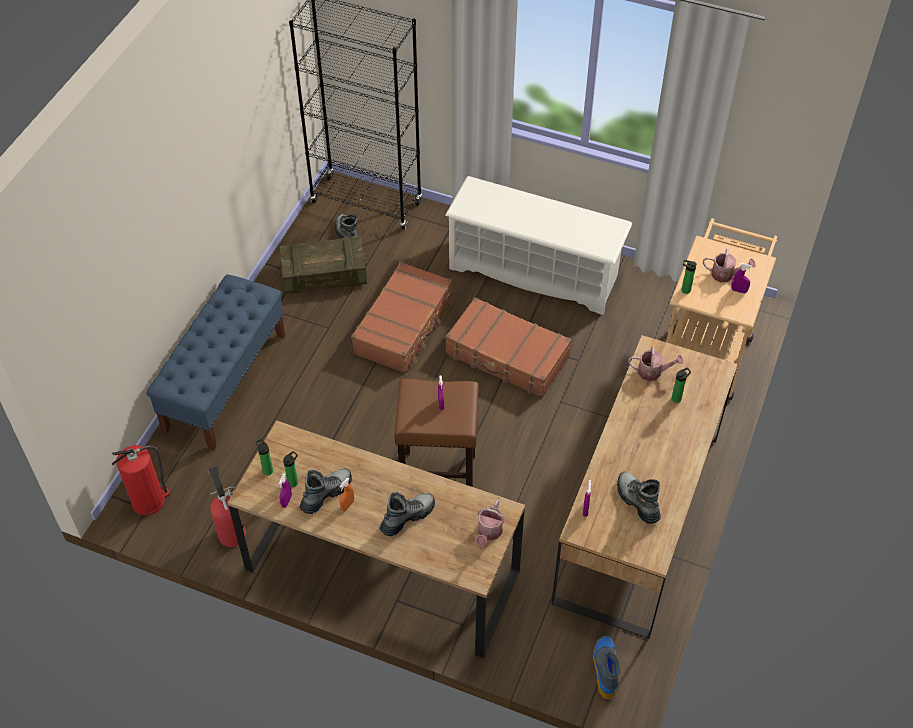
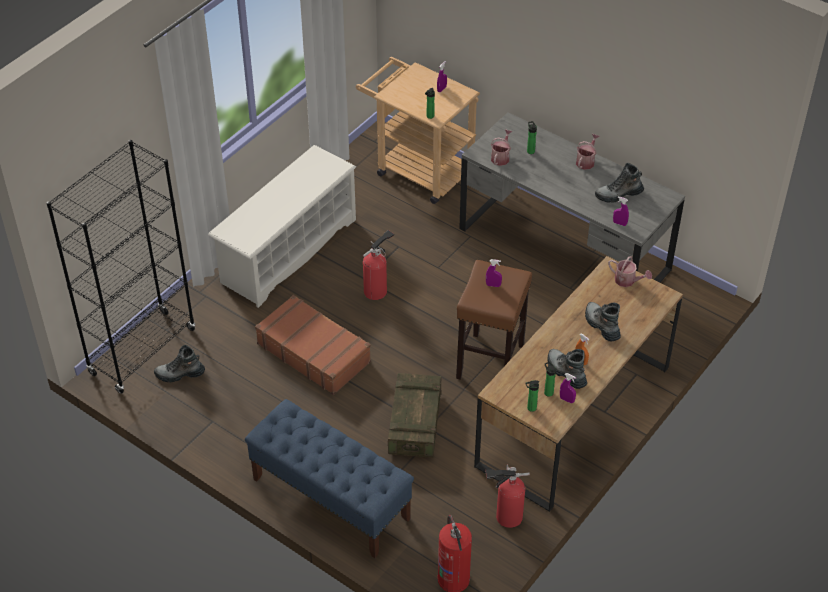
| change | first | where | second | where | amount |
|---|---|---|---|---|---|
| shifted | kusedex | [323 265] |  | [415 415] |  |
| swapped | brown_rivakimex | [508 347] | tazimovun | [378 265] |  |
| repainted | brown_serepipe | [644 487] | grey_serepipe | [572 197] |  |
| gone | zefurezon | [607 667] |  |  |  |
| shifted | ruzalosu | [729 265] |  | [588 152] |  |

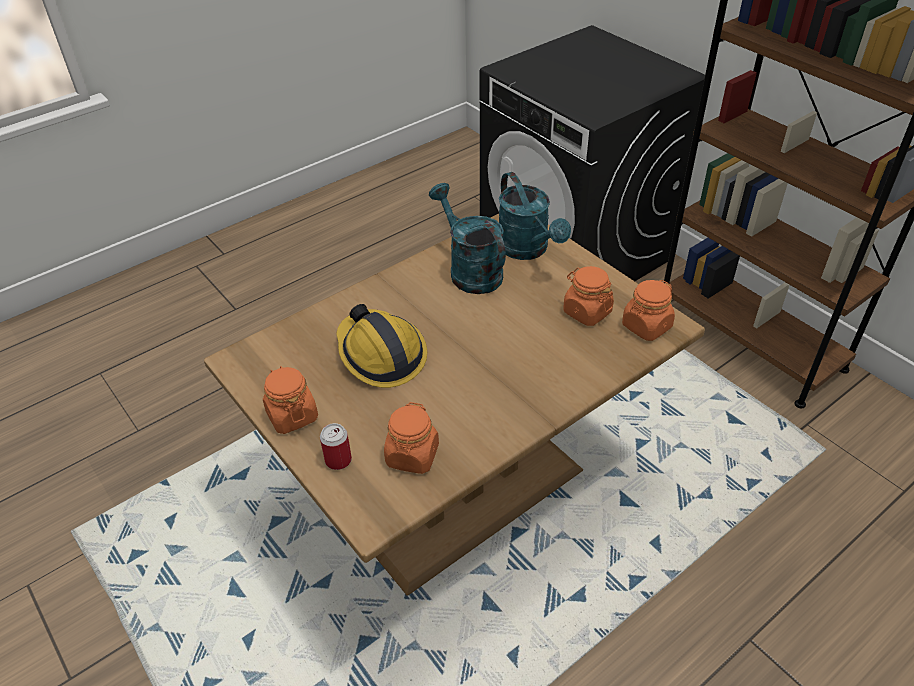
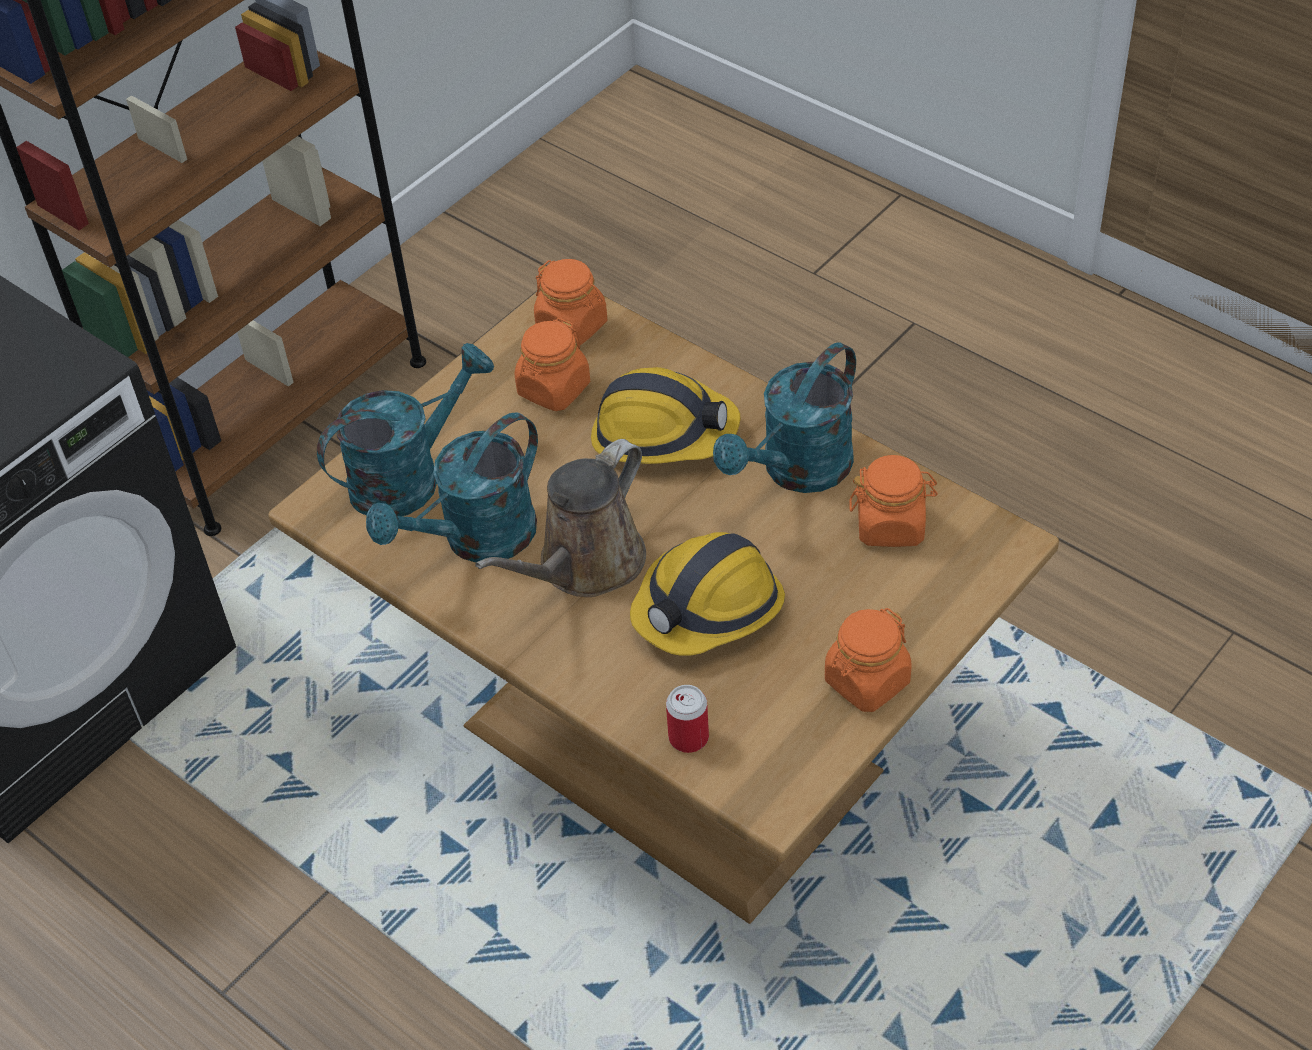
| change | first | where | second | where | amount |
|---|---|---|---|---|---|
| shifted | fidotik | [336 446] |  | [687 719] |  |
| new |  |  | brown_ruzalosu | [560 518] |  |
| new |  |  | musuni | [665 415] |  |
| new |  |  | turquoise_ruzalosu | [784 417] |  |

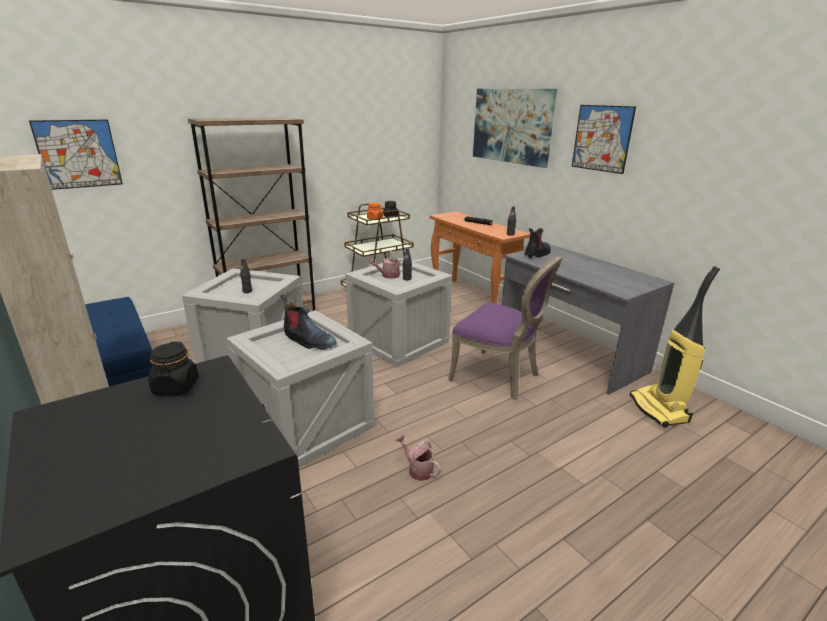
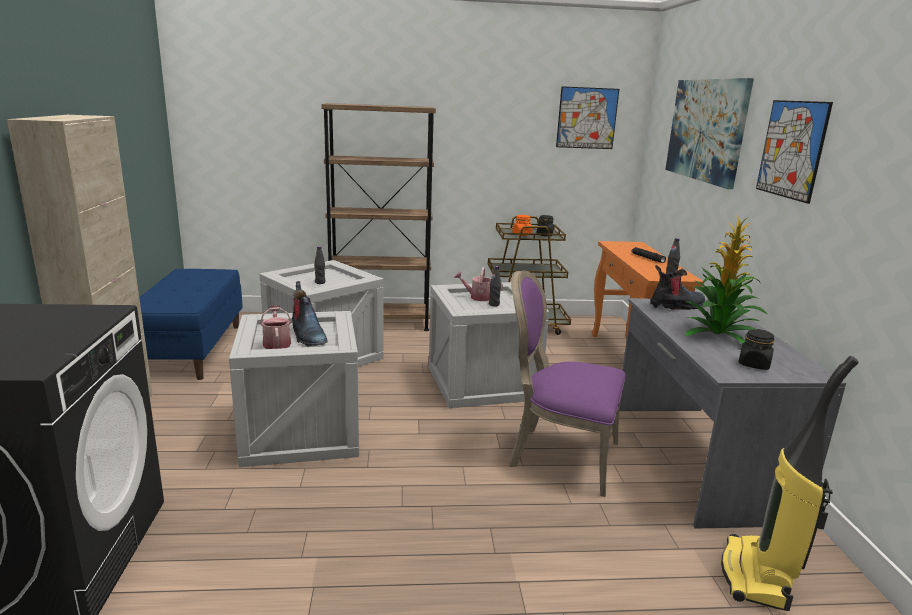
| change | first | where | second | where | amount |
|---|---|---|---|---|---|
| shifted | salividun | [76 155] |  | [587 117] |  |
| shifted | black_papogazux | [173 368] |  | [756 349] |  |
| shifted | ruzalosu | [418 458] |  | [275 327] |  |
| rotated | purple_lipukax | [505 327] |  | [567 383] | 135 degrees clockwise |
| new |  |  | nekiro | [726 279] |  |

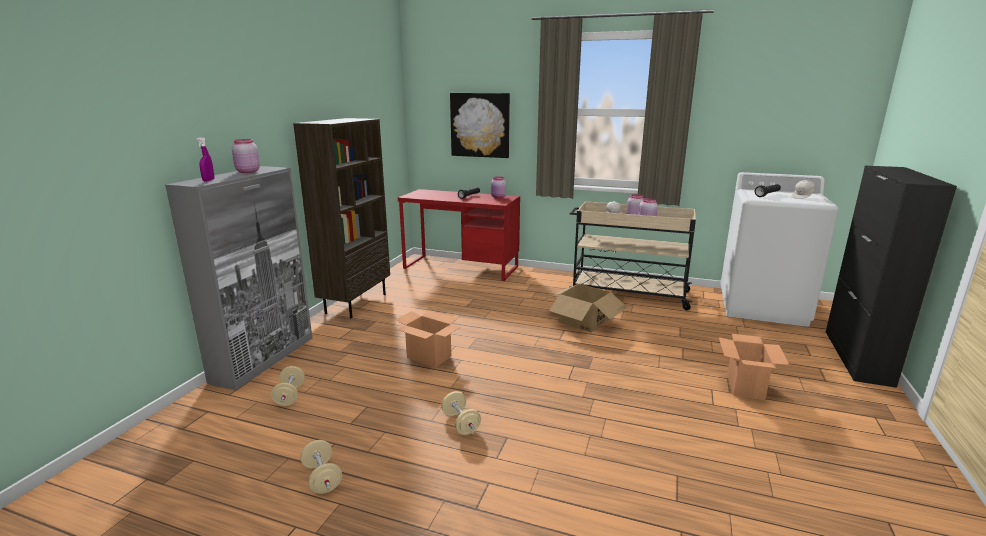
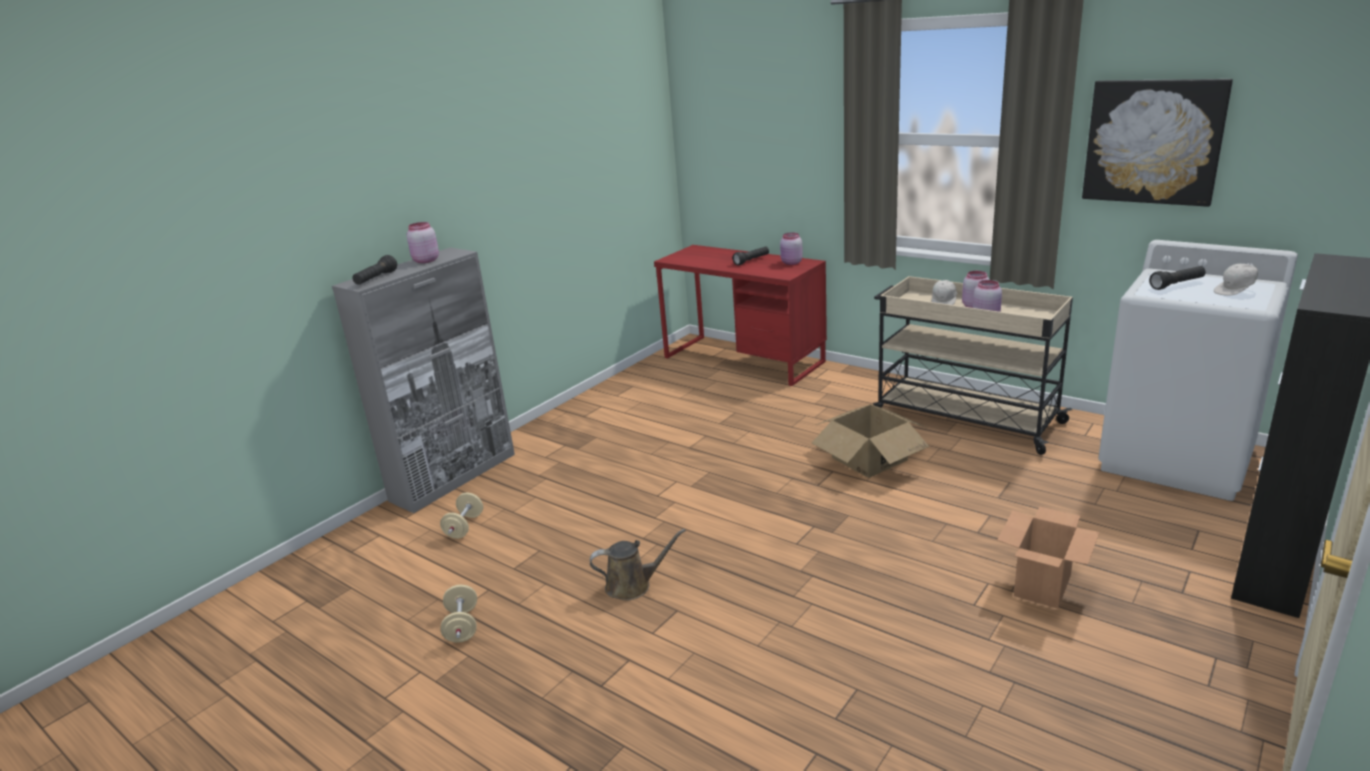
| change | first | where | second | where | amount |
|---|---|---|---|---|---|
| swapped | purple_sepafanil | [206 159] | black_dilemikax | [374 270] |  |
| gone | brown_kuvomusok | [341 218] |  |  |  |
| gone | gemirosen | [428 339] |  |  |  |
| swapped | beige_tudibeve | [461 413] | brown_ruzalosu | [638 564] |  |
| shifted | salividun | [480 125] |  | [1157 143] |  |

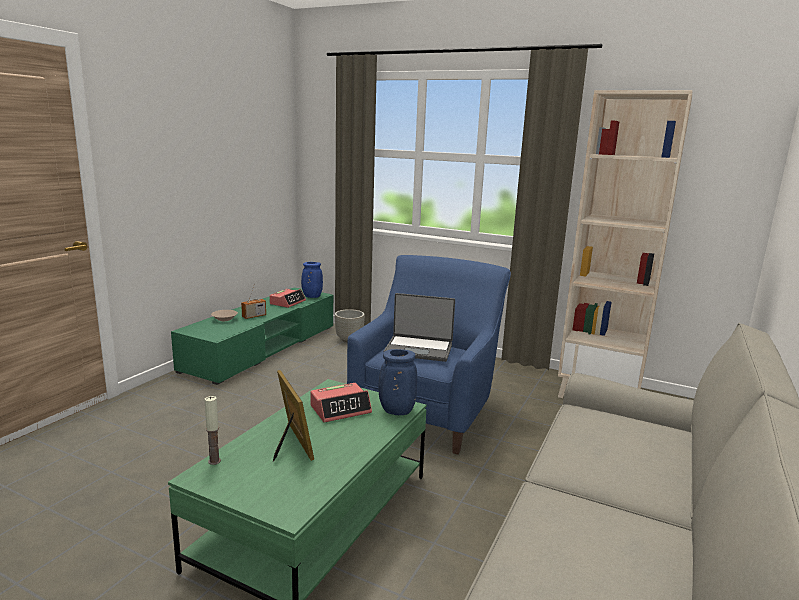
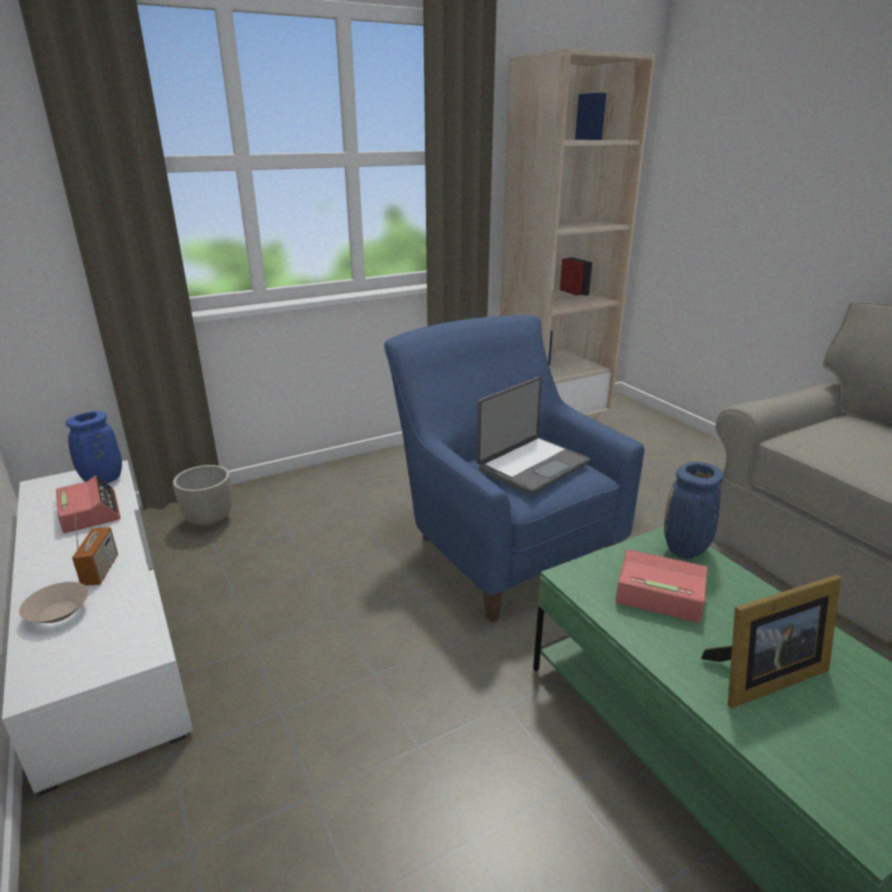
| change | first | where | second | where | amount |
|---|---|---|---|---|---|
| repainted | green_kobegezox | [252 336] | white_kobegezox | [97 628] |  |
| gone | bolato | [213 430] |  |  |  |
| rotated | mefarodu | [293 416] |  | [771 641] | 150 degrees clockwise |
| rotated | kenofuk | [341 403] |  | [661 586] | 75 degrees counterclockwise |

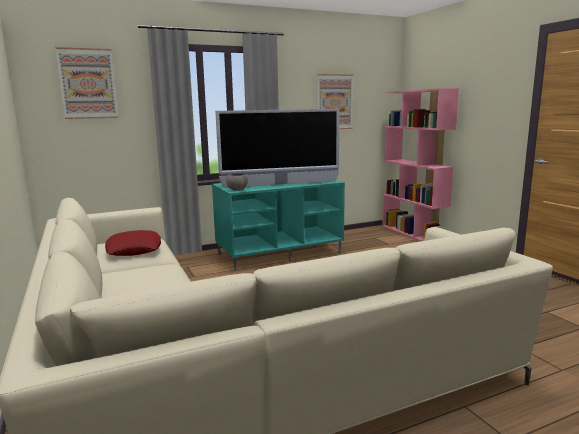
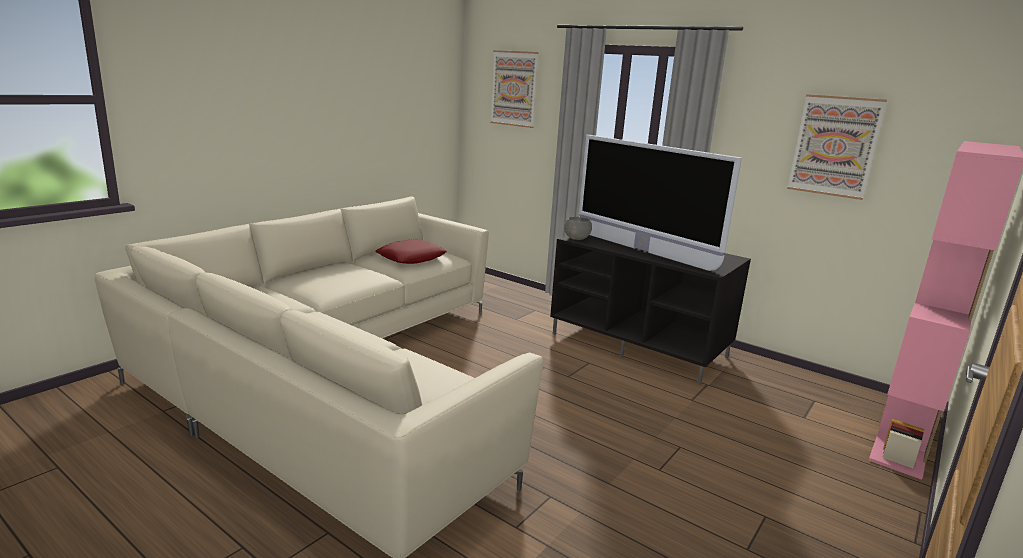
| change | first | where | second | where | amount |
|---|---|---|---|---|---|
| repainted | turquoise_kobegezox | [278 225] | black_kobegezox | [650 310] |  |

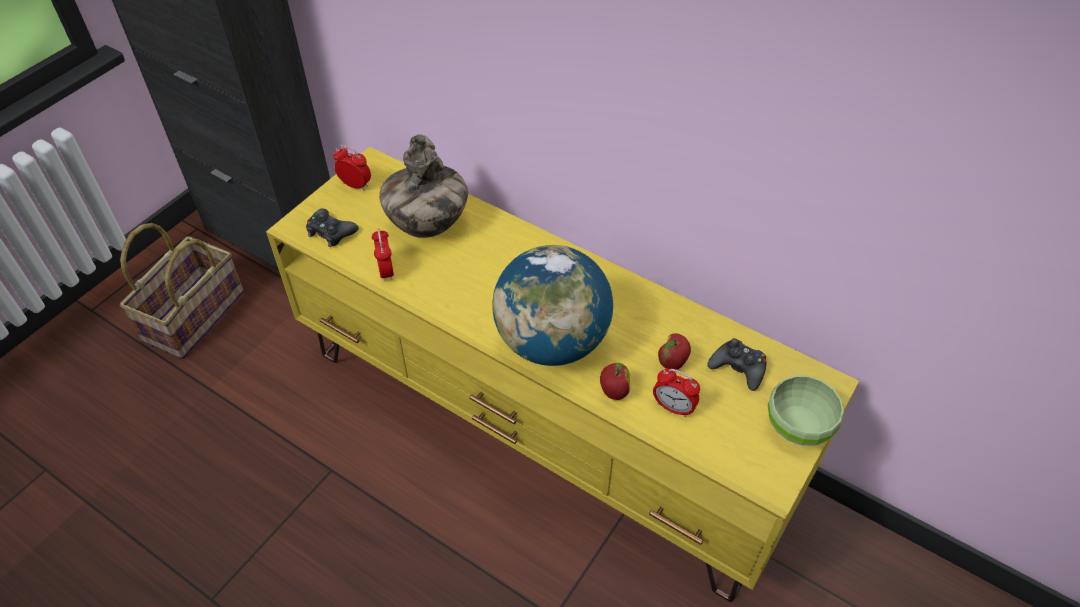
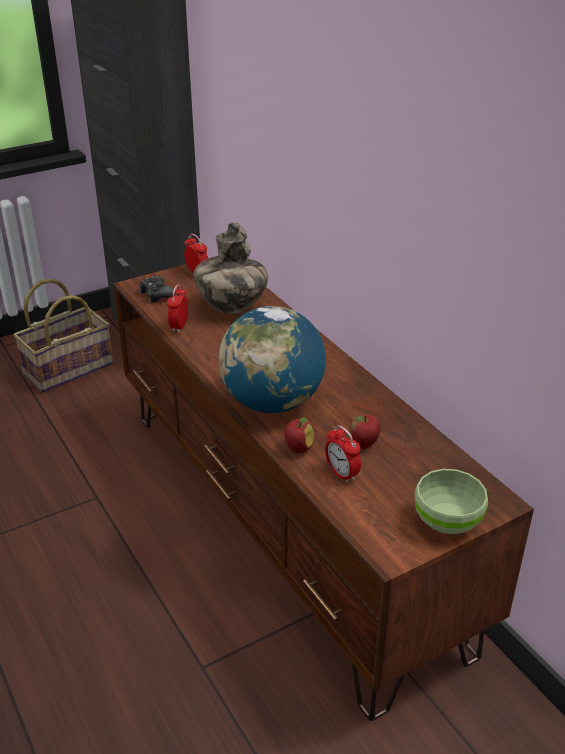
| change | first | where | second | where | amount |
|---|---|---|---|---|---|
| repainted | yellow_kobegezox | [562 374] | brown_kobegezox | [323 488] |  |
| gone | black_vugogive | [737 364] |  |  |  |

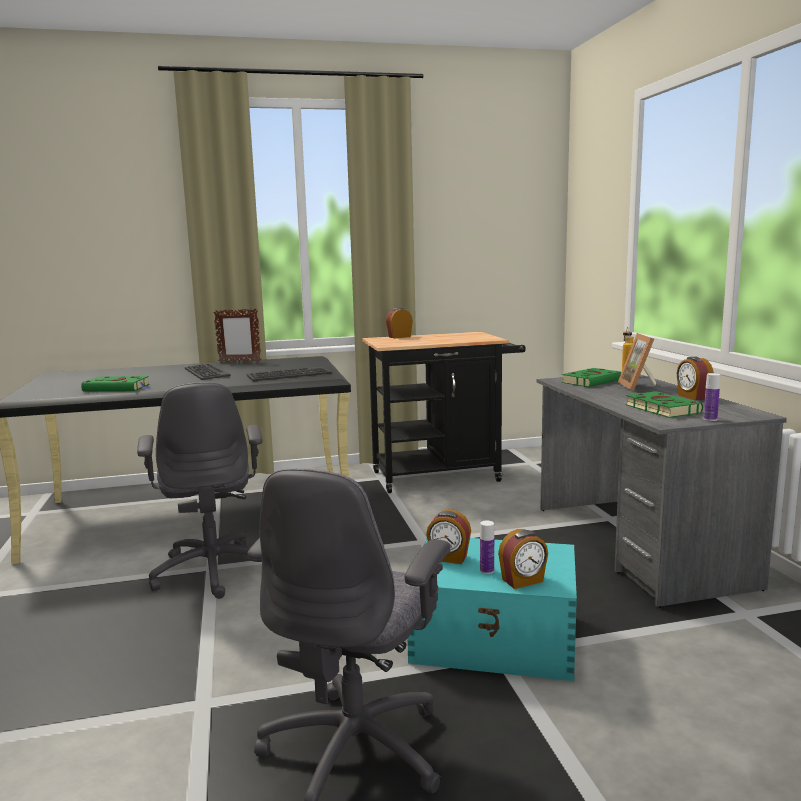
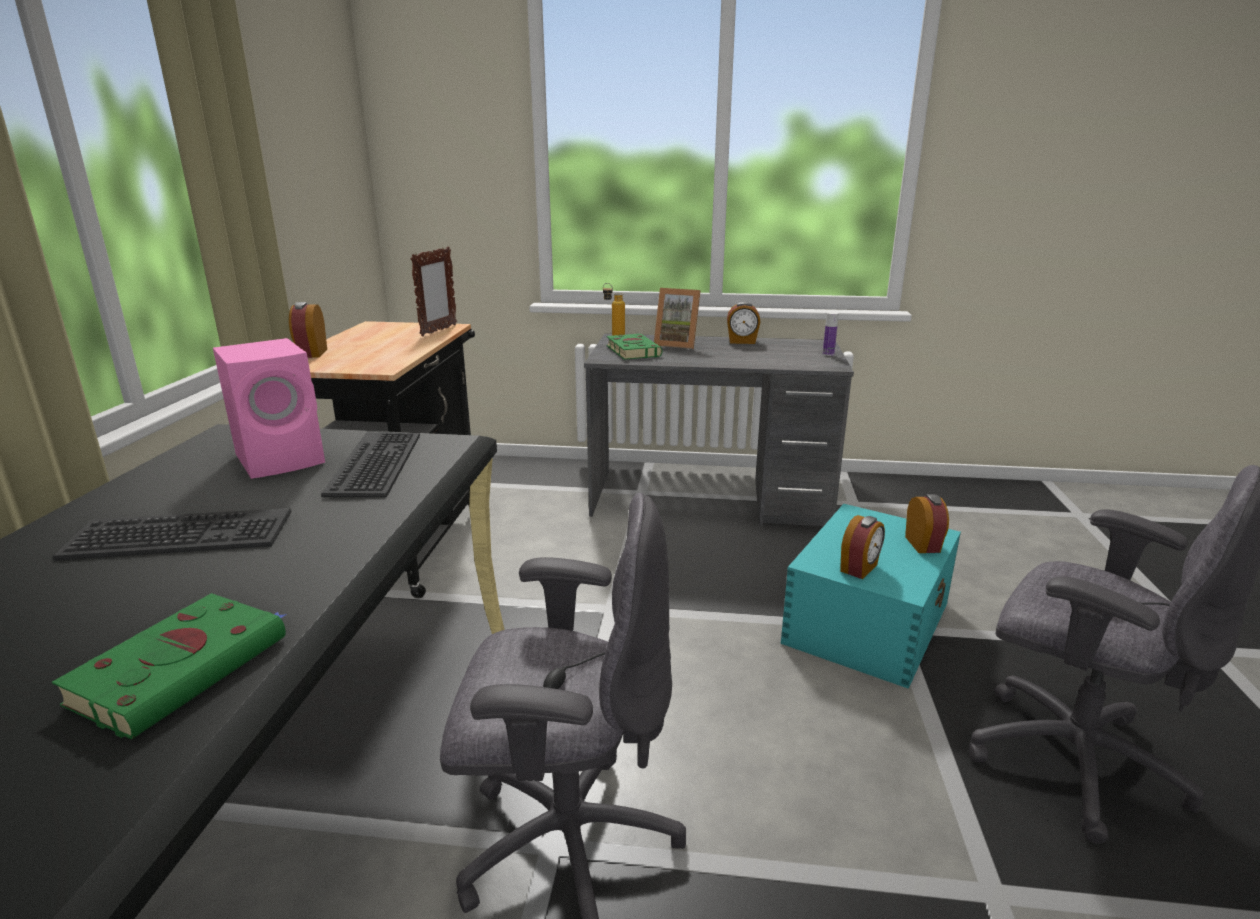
| change | first | where | second | where | amount |
|---|---|---|---|---|---|
| shifted | mefarodu | [237 335] |  | [433 291] |  |
| gone | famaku | [487 547] |  |  |  |
| gone | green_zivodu | [664 404] |  |  |  |
| new |  |  | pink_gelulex | [269 408] |  |

